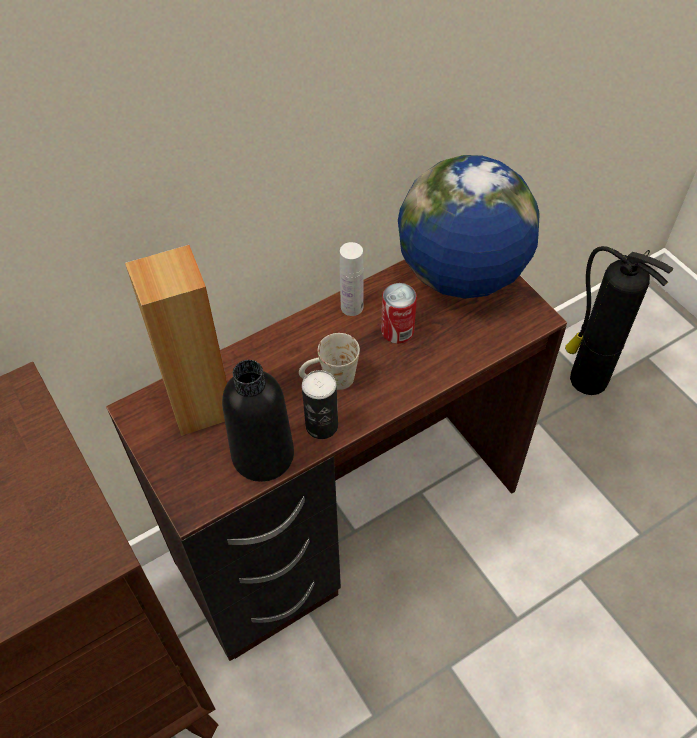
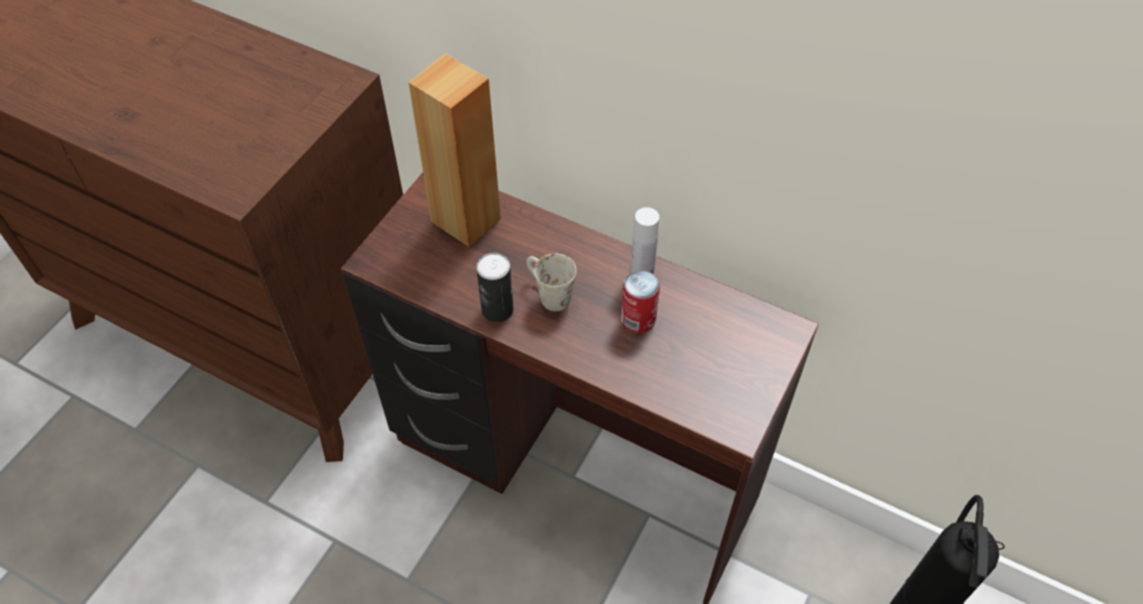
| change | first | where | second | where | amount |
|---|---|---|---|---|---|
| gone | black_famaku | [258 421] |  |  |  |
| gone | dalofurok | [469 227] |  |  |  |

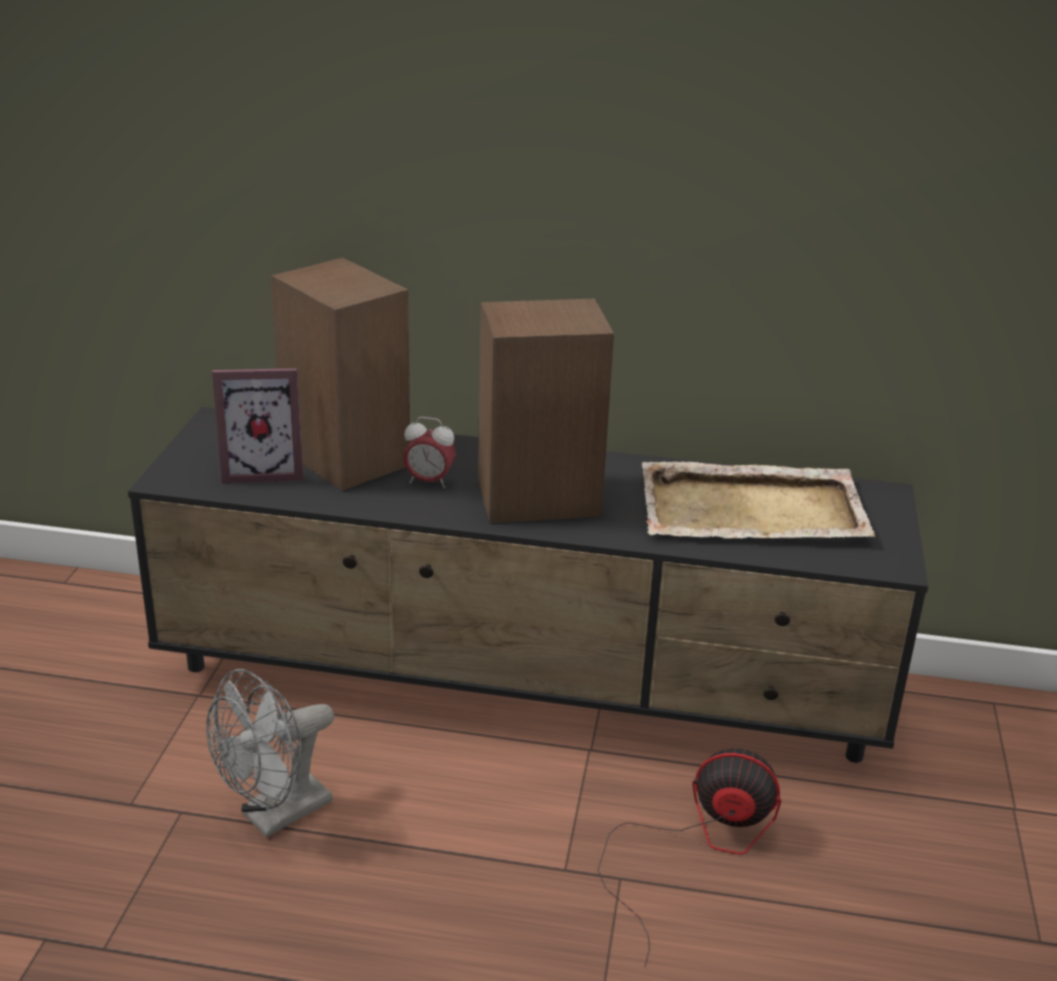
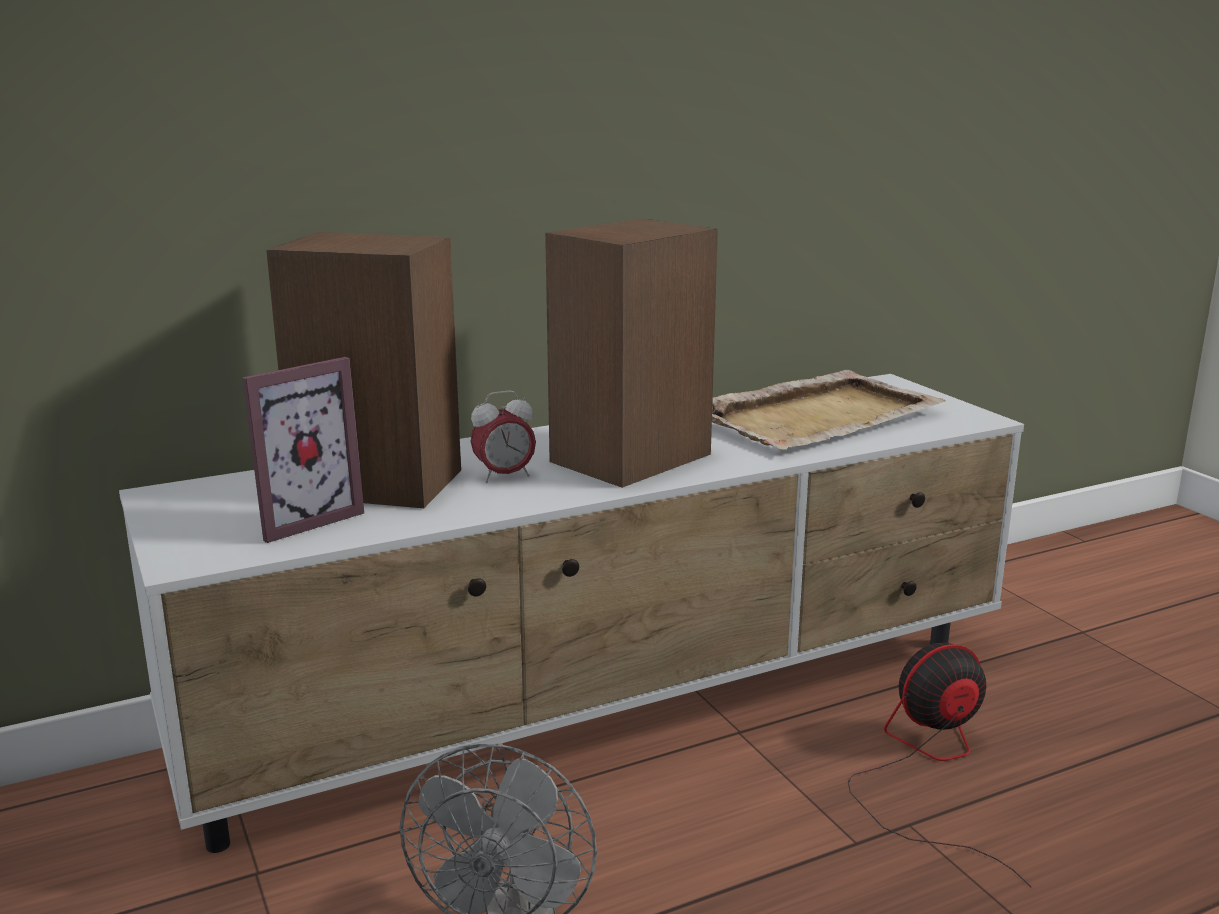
| change | first | where | second | where | amount |
|---|---|---|---|---|---|
| repainted | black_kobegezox | [528 585] | white_kobegezox | [571 613] |  |

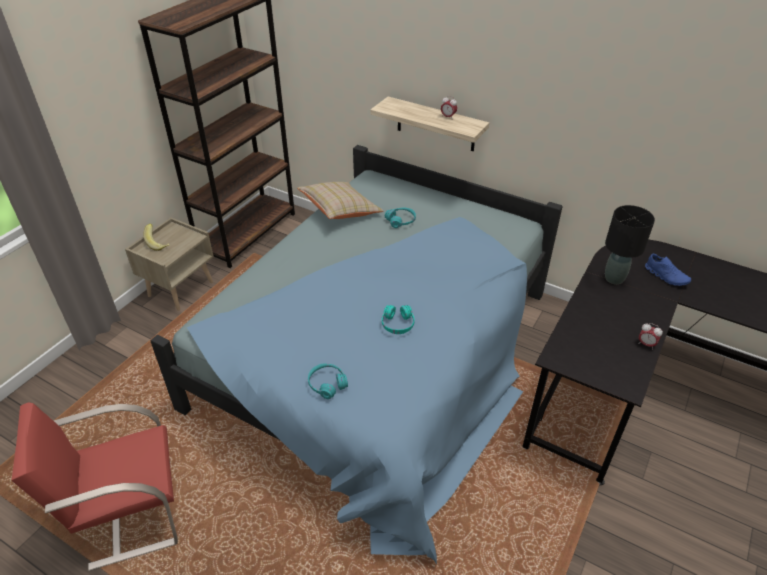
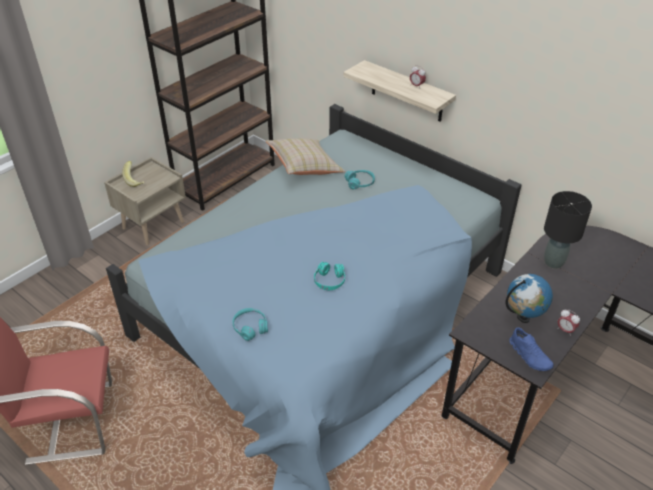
| change | first | where | second | where | amount |
|---|---|---|---|---|---|
| shifted | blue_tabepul | [668 269] |  | [531 349] |  |
| new |  |  | dalofurok | [529 298] |  |

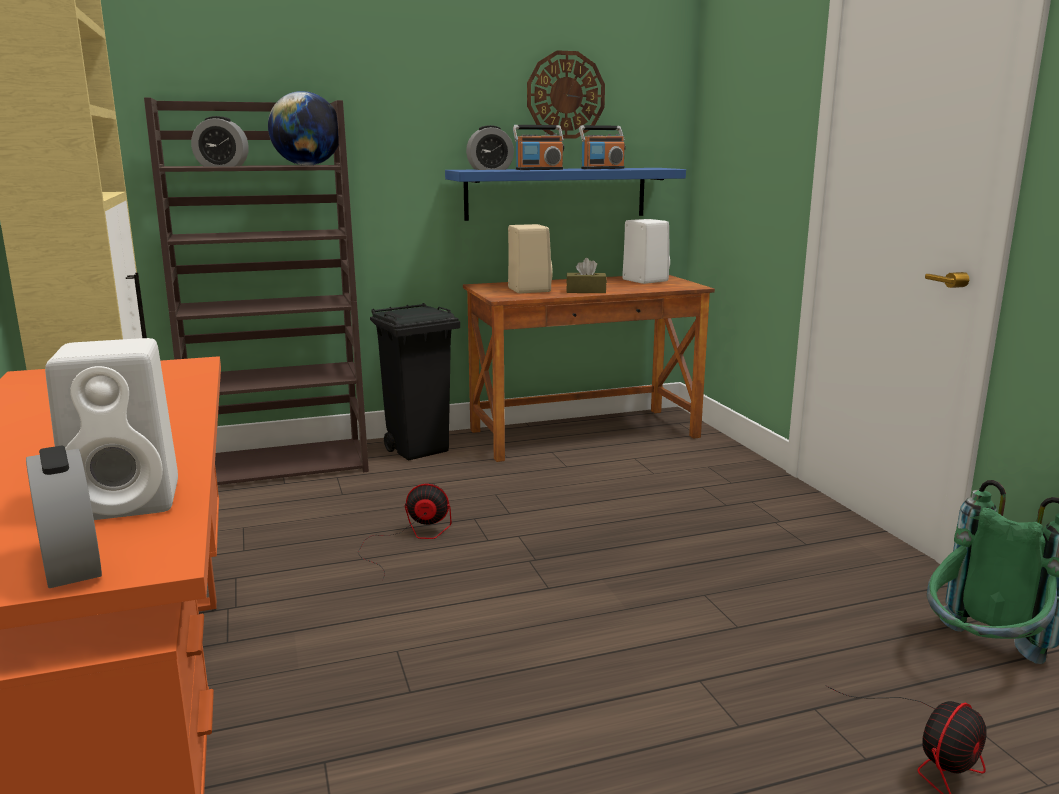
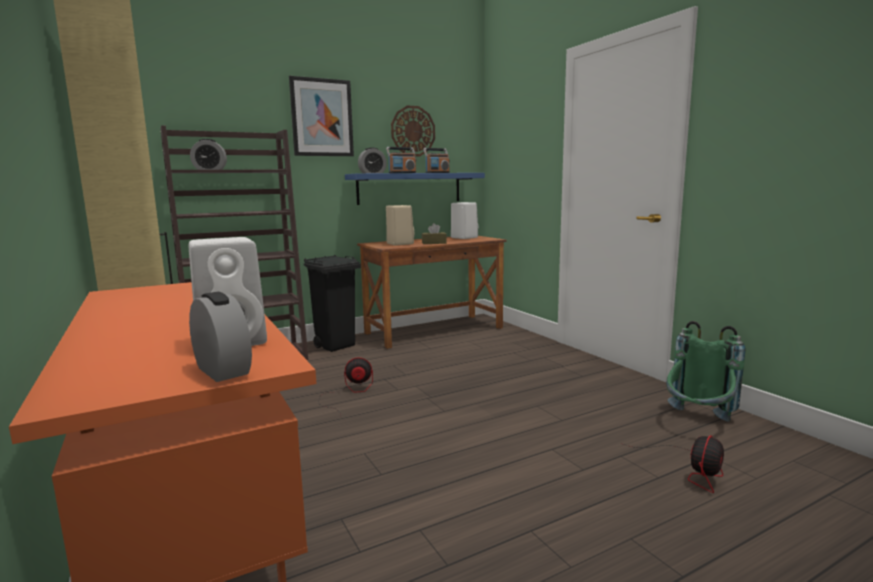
| change | first | where | second | where | amount |
|---|---|---|---|---|---|
| gone | dalofurok | [303 128] |  |  |  |
| new |  |  | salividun | [321 116] |  |

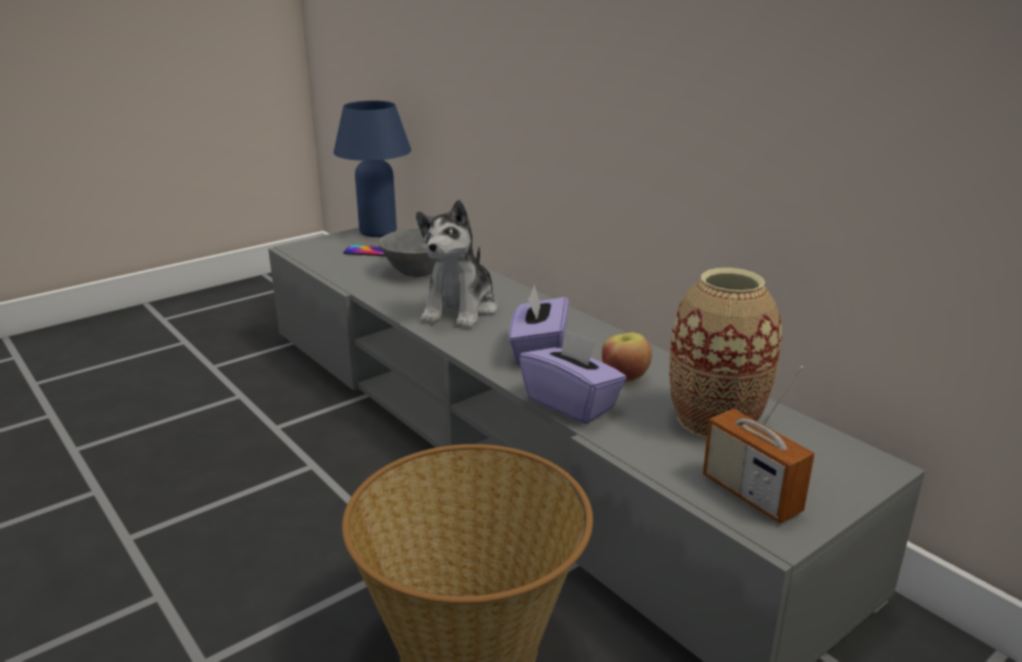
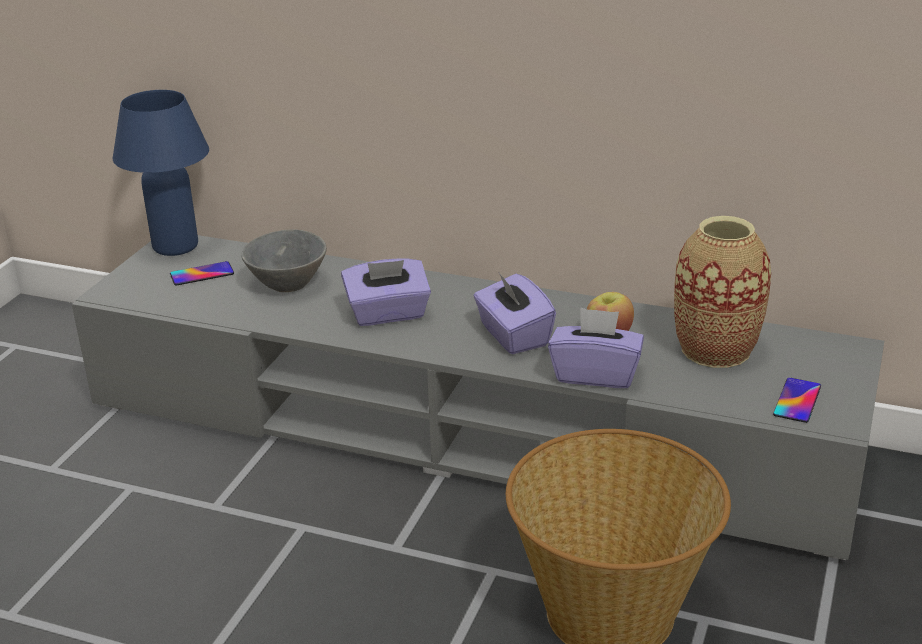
| change | first | where | second | where | amount |
|---|---|---|---|---|---|
| swapped | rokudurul | [456 264] | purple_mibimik | [386 292] |  |
| swapped | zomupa | [759 445] | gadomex | [797 400] |  |

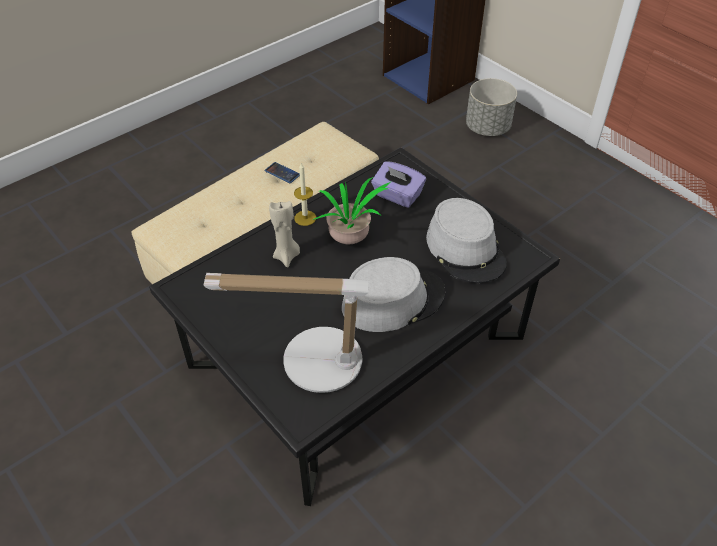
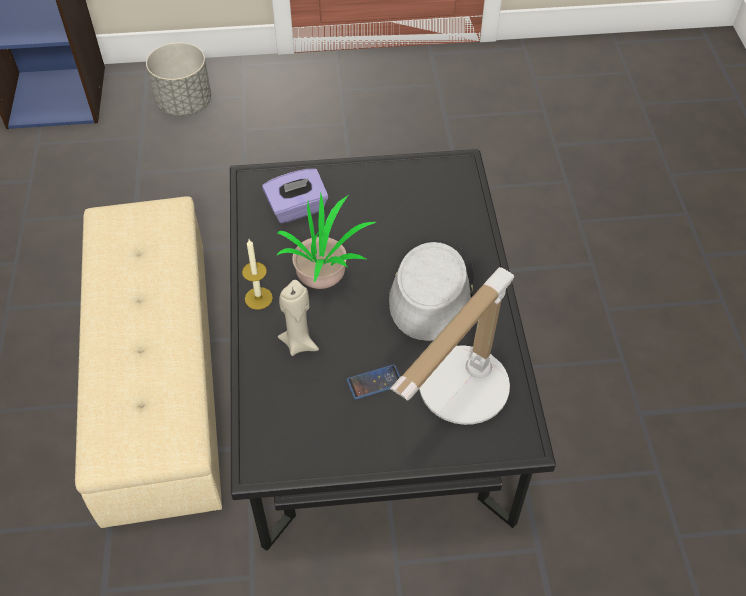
| change | first | where | second | where | amount |
|---|---|---|---|---|---|
| shifted | gadomex | [282 173] |  | [373 382] |  |
| gone | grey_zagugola | [466 240] |  |  |  |

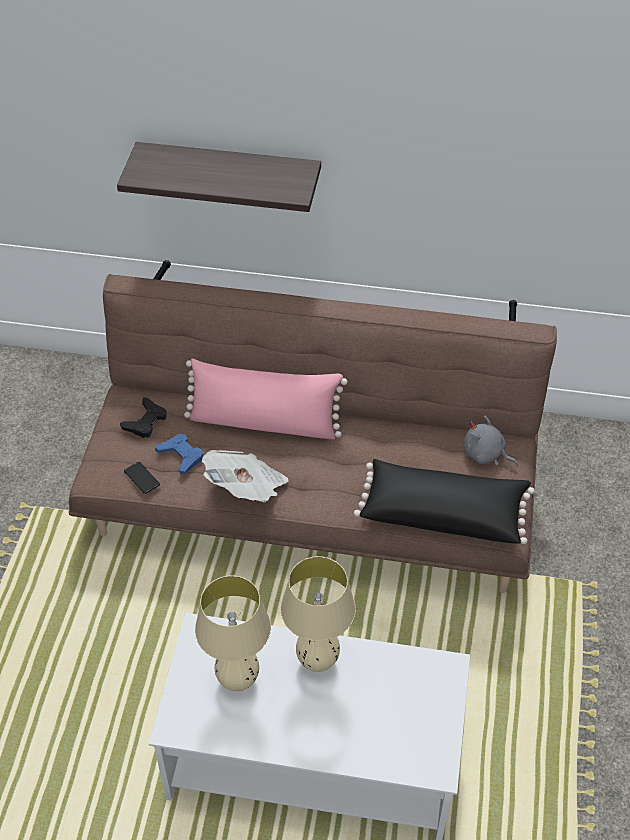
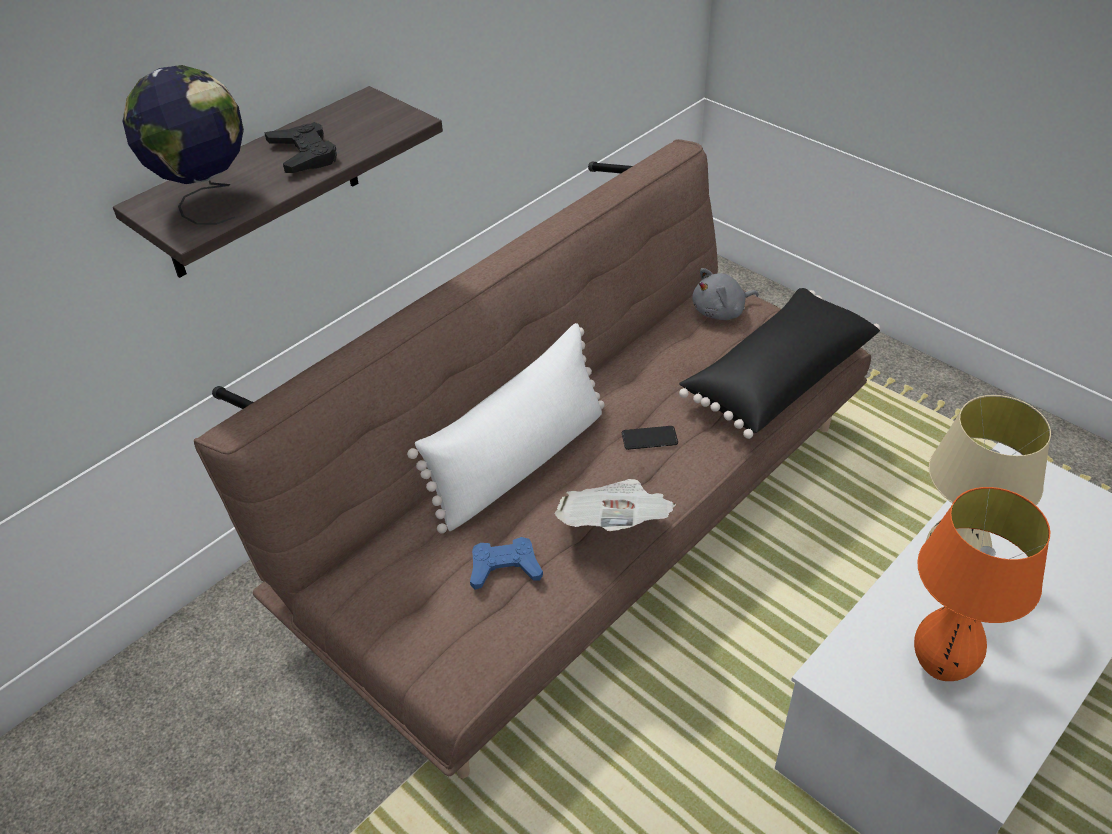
| change | first | where | second | where | amount |
|---|---|---|---|---|---|
| shifted | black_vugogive | [143 417] |  | [300 147] |  |
| shifted | gadomex | [142 478] |  | [650 438] |  |
| repainted | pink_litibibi | [266 399] | white_litibibi | [506 428] |  |
| repainted | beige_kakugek | [233 633] | orange_kakugek | [982 584] |  |
| new |  |  | dalofurok | [183 145] |  |

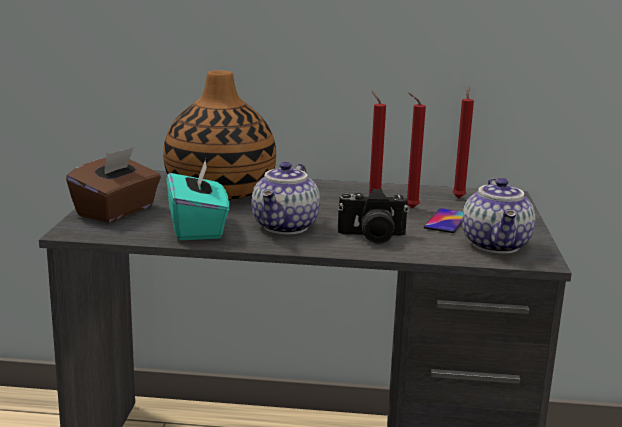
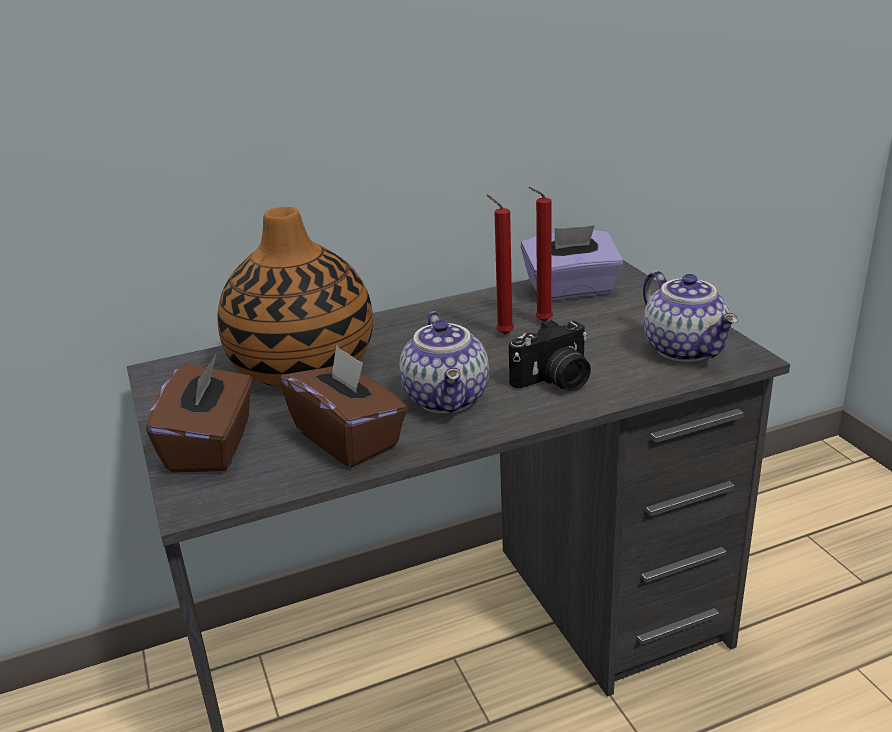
| change | first | where | second | where | amount |
|---|---|---|---|---|---|
| repainted | turquoise_mibimik | [197 199] | brown_mibimik | [344 406] |  |
| gone | gadomex | [443 220] |  |  |  |
| swapped | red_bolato | [463 142] | purple_mibimik | [572 262] |  |

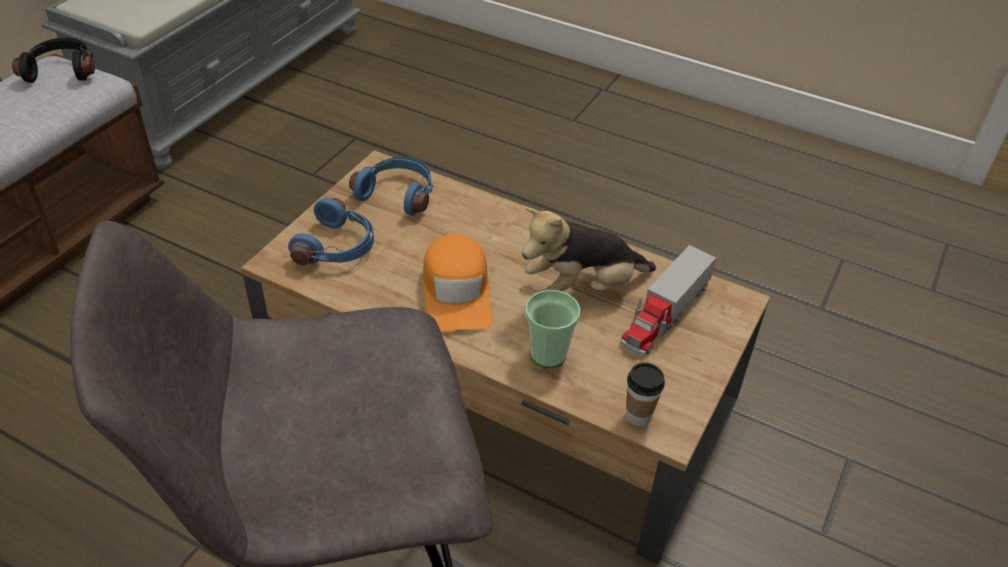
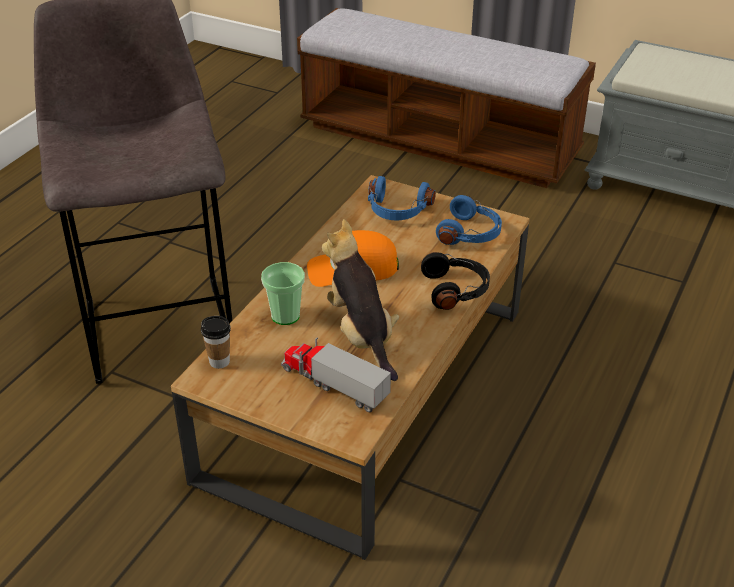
| change | first | where | second | where | amount |
|---|---|---|---|---|---|
| shifted | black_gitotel | [53 60] |  | [455 281] |  |

